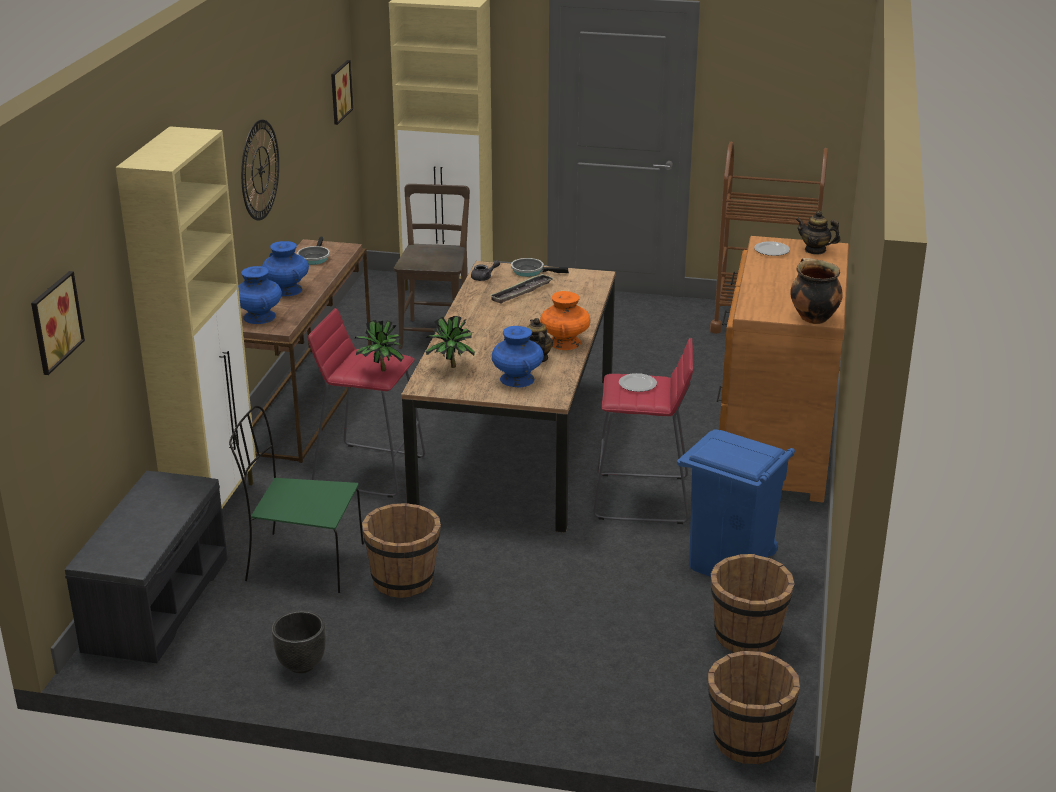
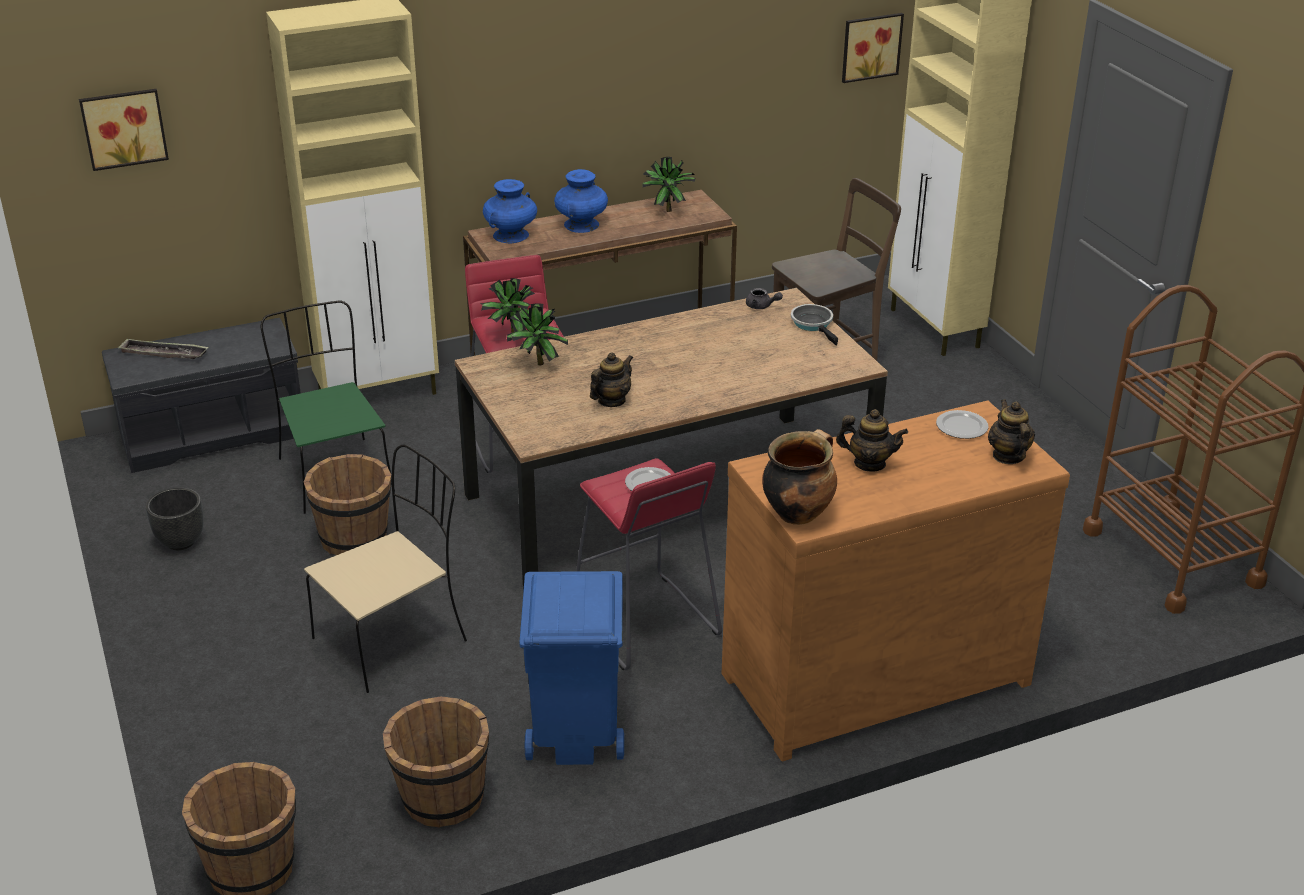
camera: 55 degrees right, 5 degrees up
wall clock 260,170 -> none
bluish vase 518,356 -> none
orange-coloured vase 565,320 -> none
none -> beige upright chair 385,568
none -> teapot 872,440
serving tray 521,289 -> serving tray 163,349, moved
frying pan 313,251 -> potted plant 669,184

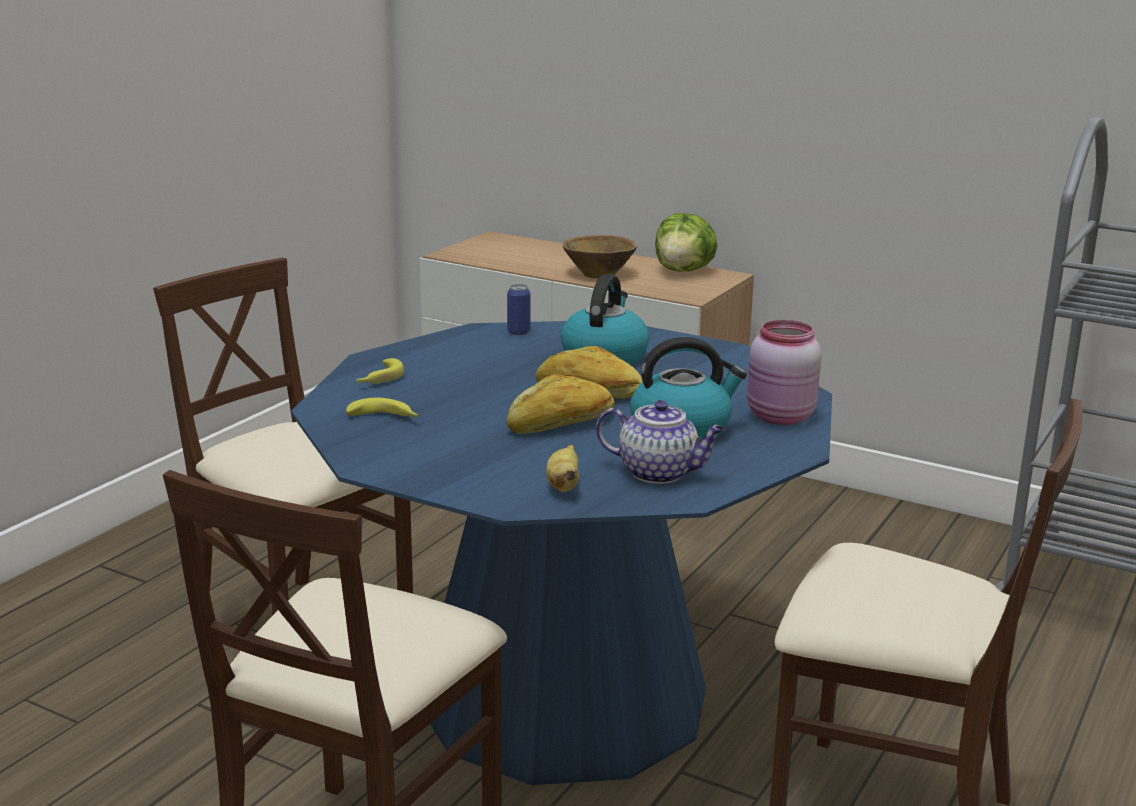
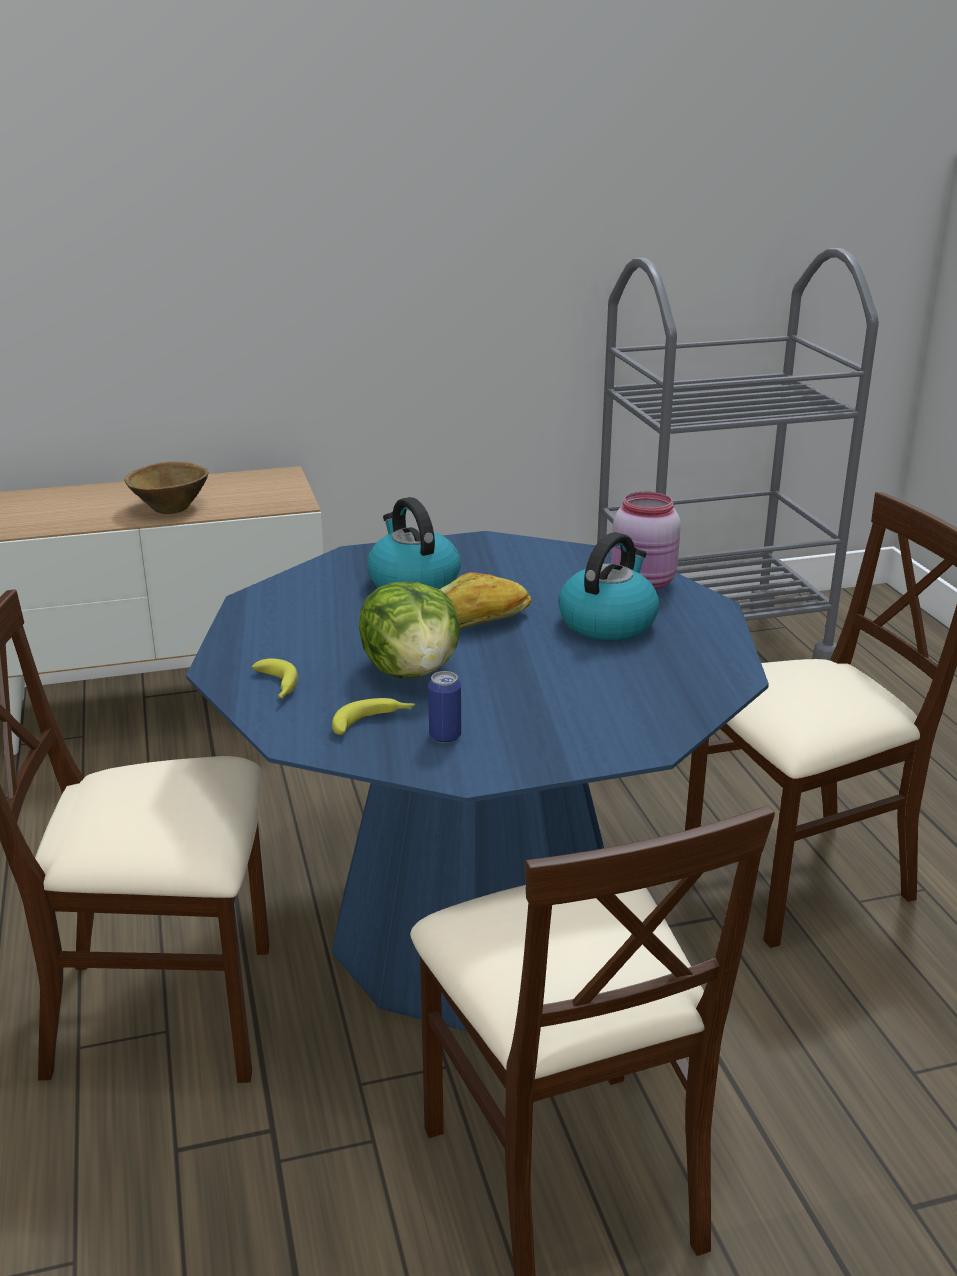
camera: 45 degrees left, 5 degrees up
bakery bread 560,404 -> none
banana fruit 562,468 -> none
teapot 660,442 -> none
metal can 519,310 -> metal can 444,707, moved
lettuce head 686,242 -> lettuce head 409,630, moved

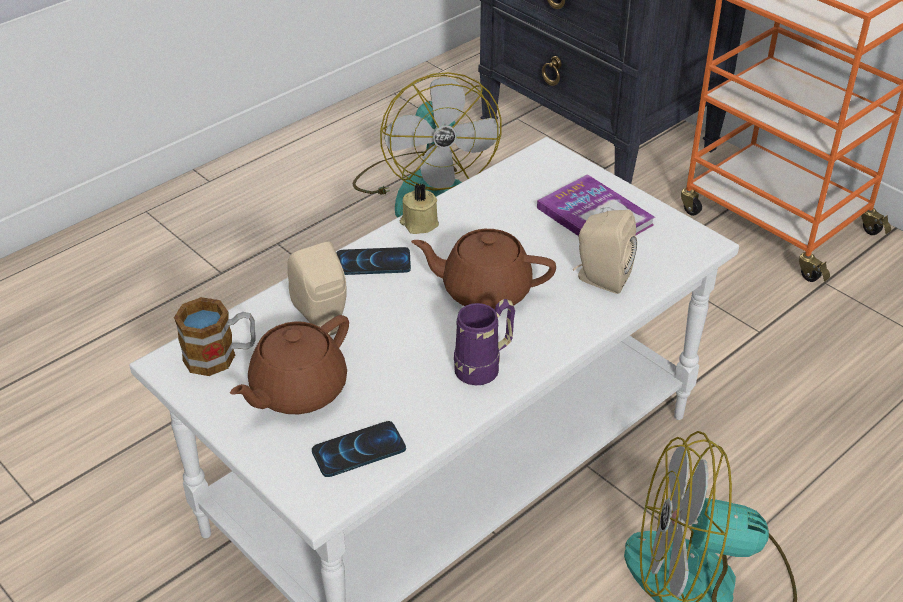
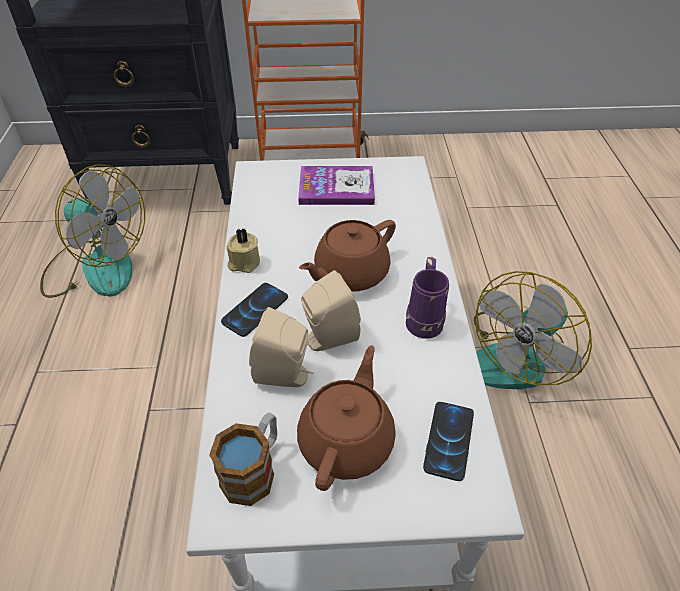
camera: 50 degrees left, 5 degrees up
beige audio speaker 605,252 -> beige audio speaker 331,310, moved
brown teapot 289,364 -> brown teapot 346,418, 150 degrees counterclockwise

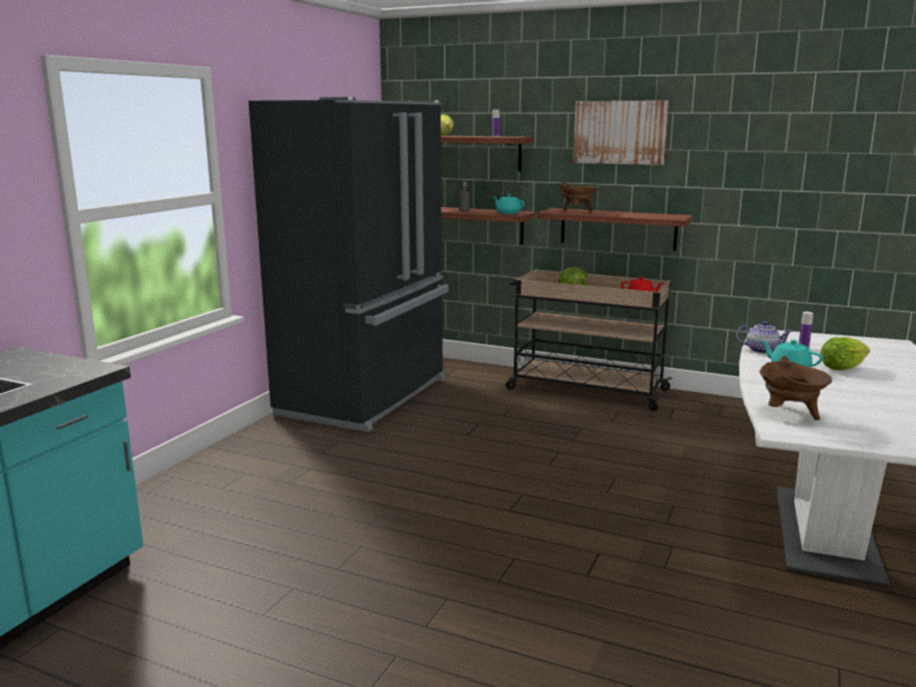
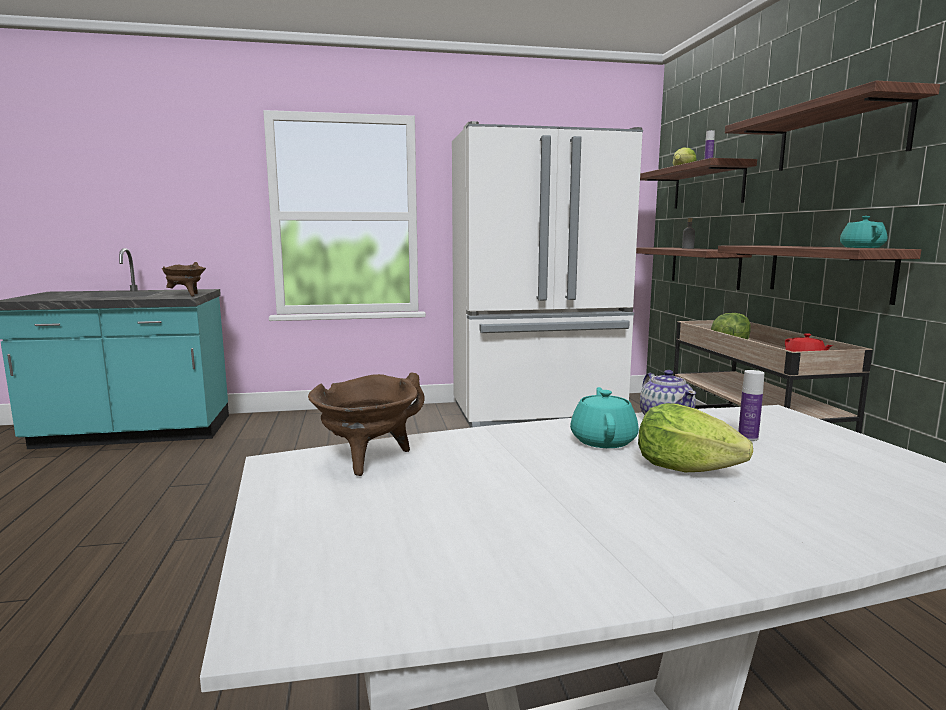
camera: 55 degrees right, 5 degrees down
turquoise-coloured teapot 508,204 -> turquoise-coloured teapot 864,232, moved
brown stockpot 579,196 -> brown stockpot 183,279, moved
wall art 621,132 -> wall shelf 832,126
blackish fridge 349,264 -> white-coloured fridge 547,274

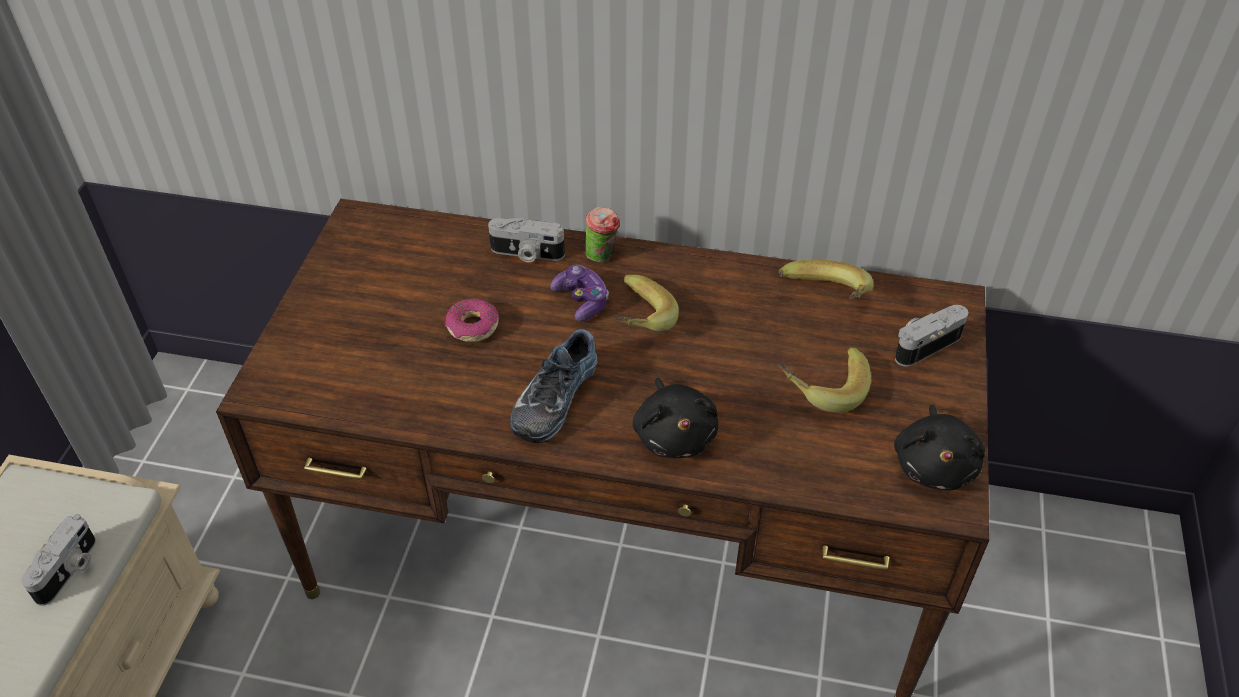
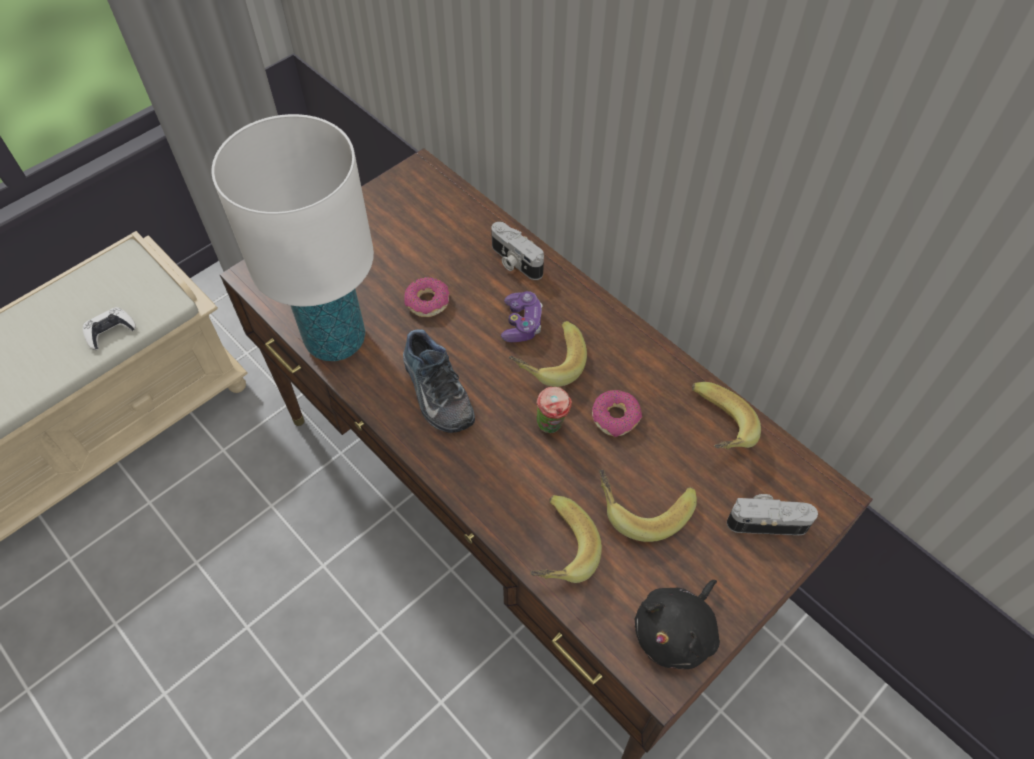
camera: 35 degrees right, 10 degrees up
blackish cuddly toy 675,418 -> none
none -> white-coloured table lamp 292,237
none -> banana fruit 566,539
none -> doughnut 617,413
drinking cup 602,234 -> drinking cup 554,410, moved
still camera 58,560 -> white-coloured joypad 109,328
shoe 553,386 -> shoe 439,381, 90 degrees counterclockwise

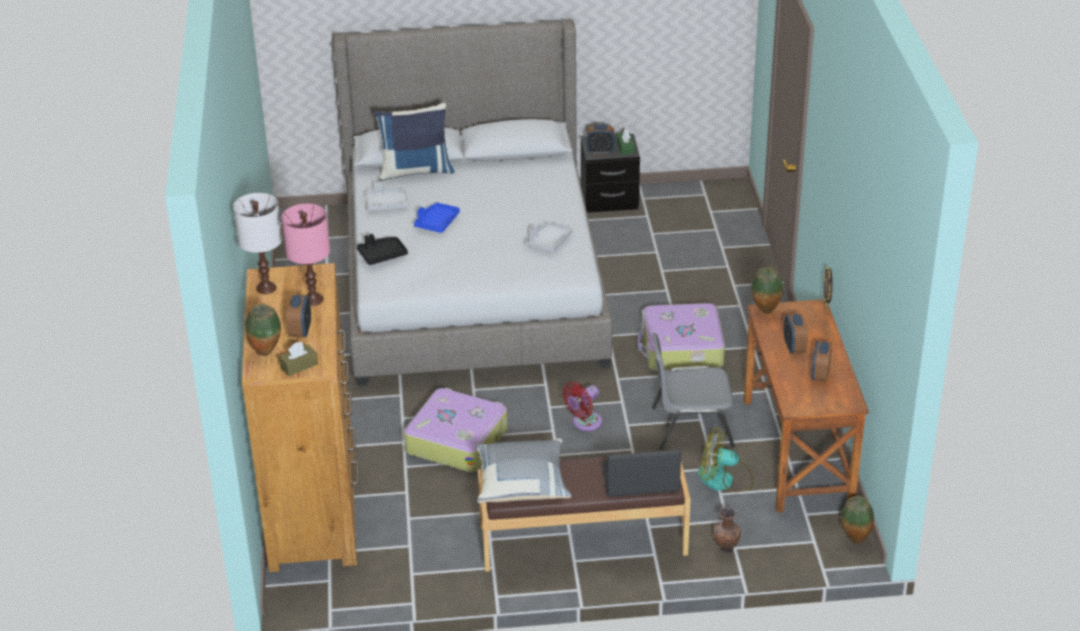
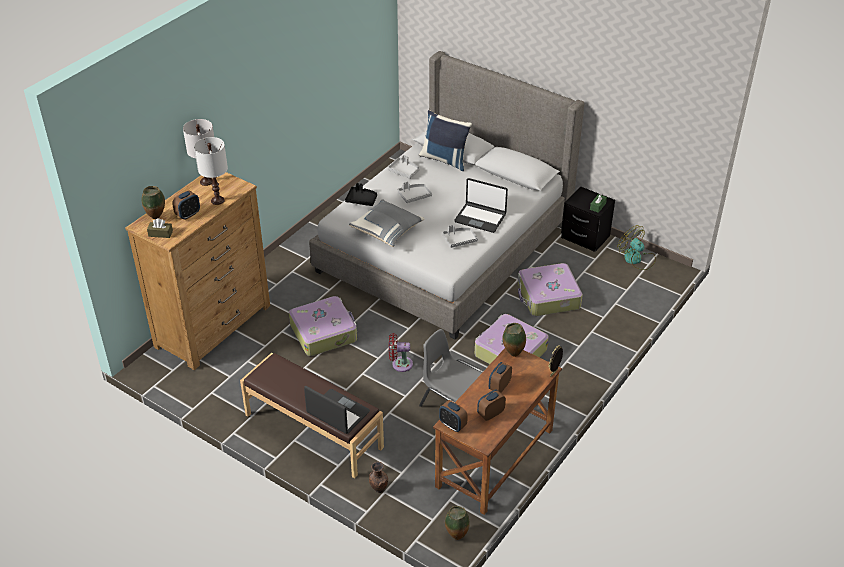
camera: 40 degrees right, 5 degrees up
none -> laptop 481,205
none -> travel case 550,289
grey pillow 524,471 -> grey pillow 386,223, moved
alarm clock 600,140 -> alarm clock 453,416, moved
fan 725,459 -> fan 637,247, moved
pinkish table lamp 305,255 -> white-coloured table lamp 211,171
bluish serving tray 437,218 -> grey serving tray 415,192

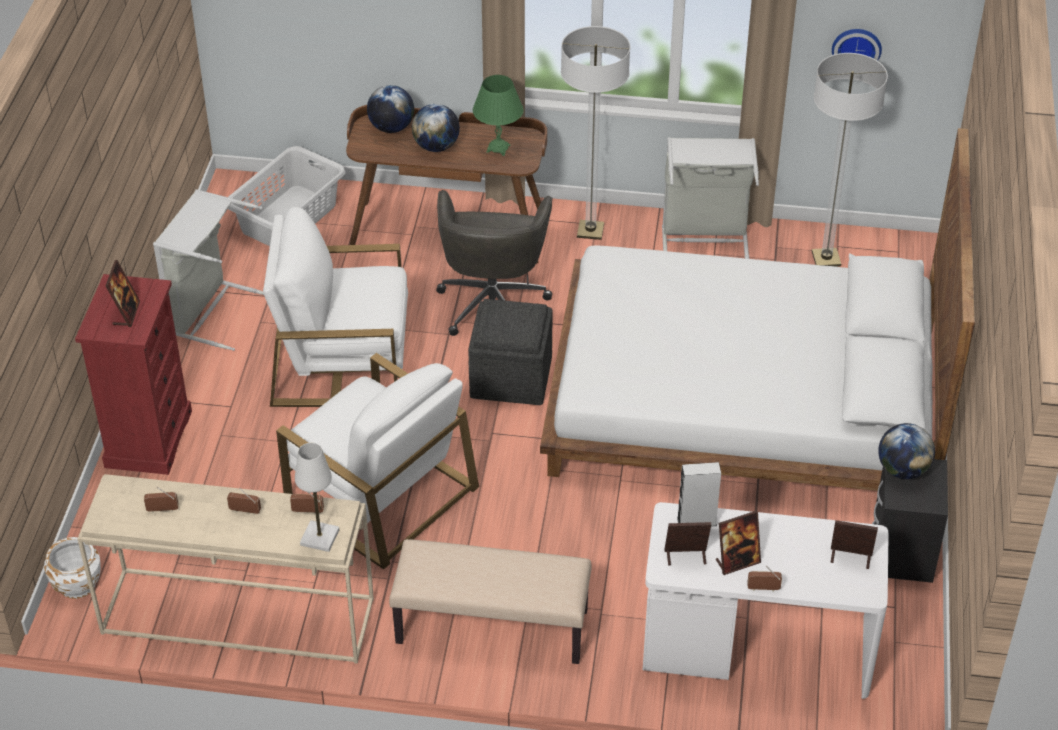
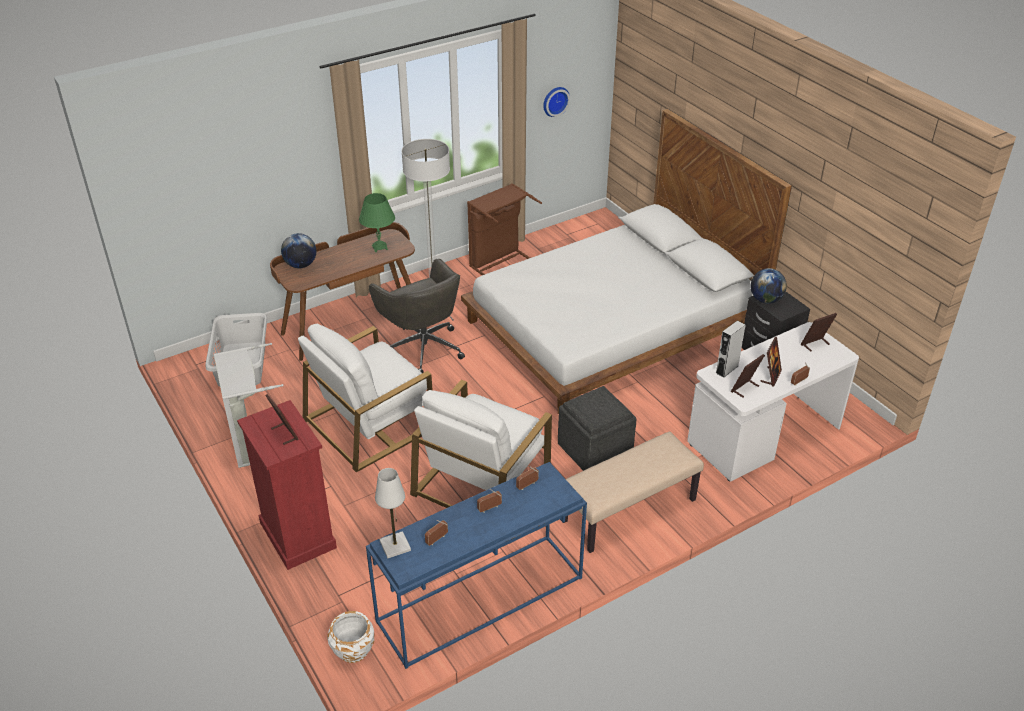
camera: 40 degrees left, 5 degrees down
globe 436,128 -> none
standing lamp 850,160 -> none
white-coloured table lamp 317,497 -> white-coloured table lamp 393,513, moved
grey footrest 510,352 -> grey footrest 597,428, moved
beige hall table 225,569 -> bluish hall table 476,565
grey washing basket 710,198 -> brown washing basket 504,229
white-coloured easy chair 377,461 -> white-coloured easy chair 481,443, 120 degrees clockwise

